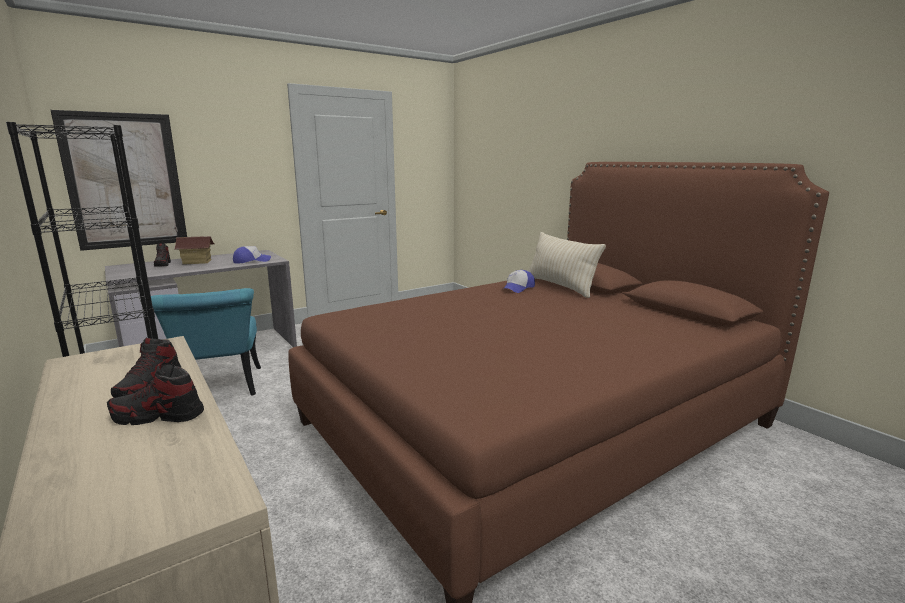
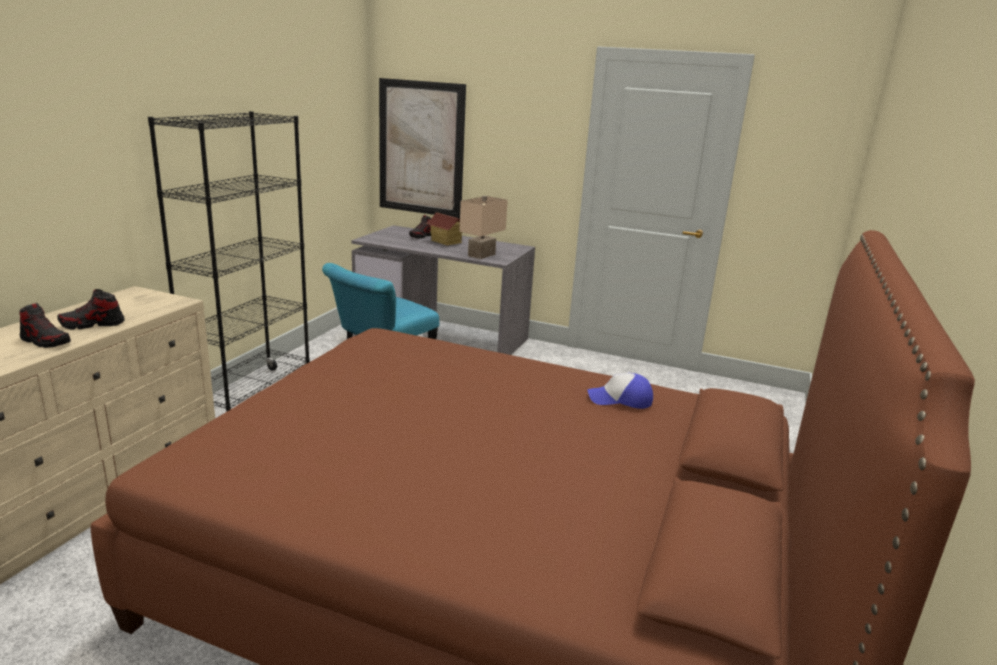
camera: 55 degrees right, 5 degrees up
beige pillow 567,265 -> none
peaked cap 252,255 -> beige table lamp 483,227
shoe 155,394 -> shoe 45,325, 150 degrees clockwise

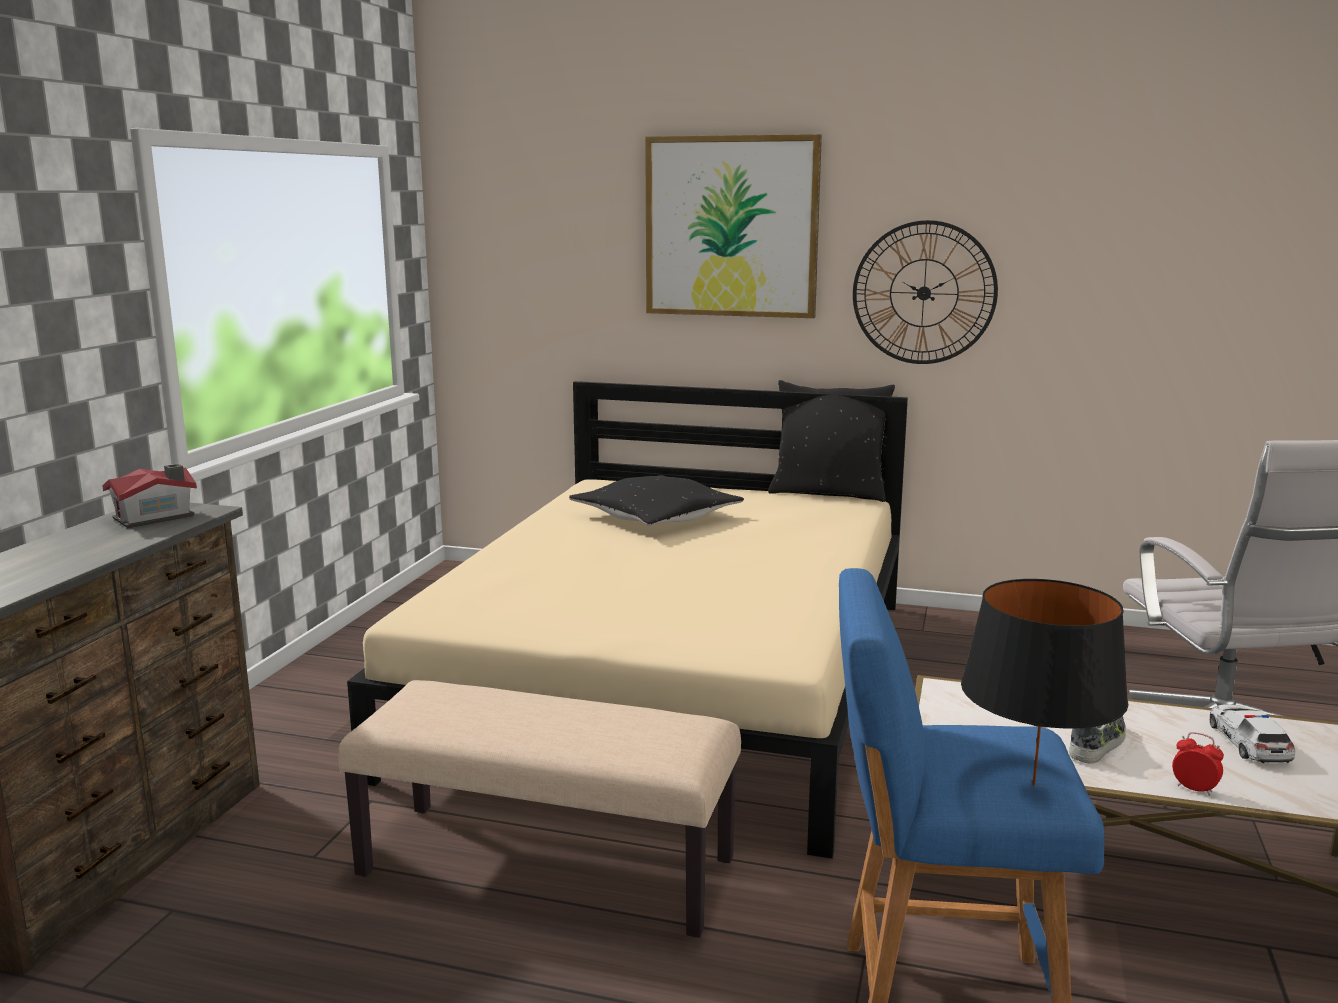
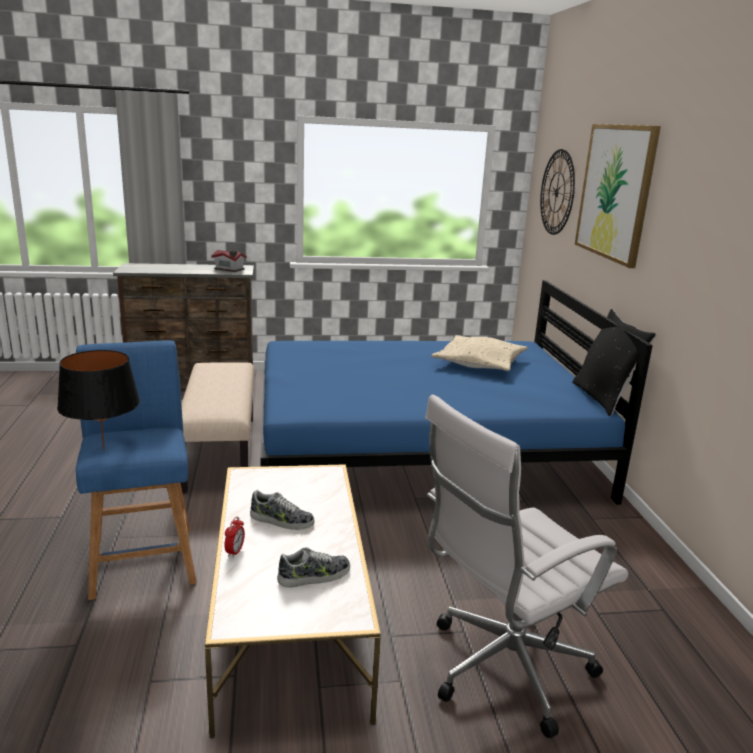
camera: 65 degrees right, 5 degrees up
wall clock 925,292 -> wall clock 557,192, moved
model car 1252,733 -> shoe 313,567
beige bedroom bed 627,620 -> bluish bedroom bed 456,392
blackish pillow 656,500 -> beige pillow 479,353

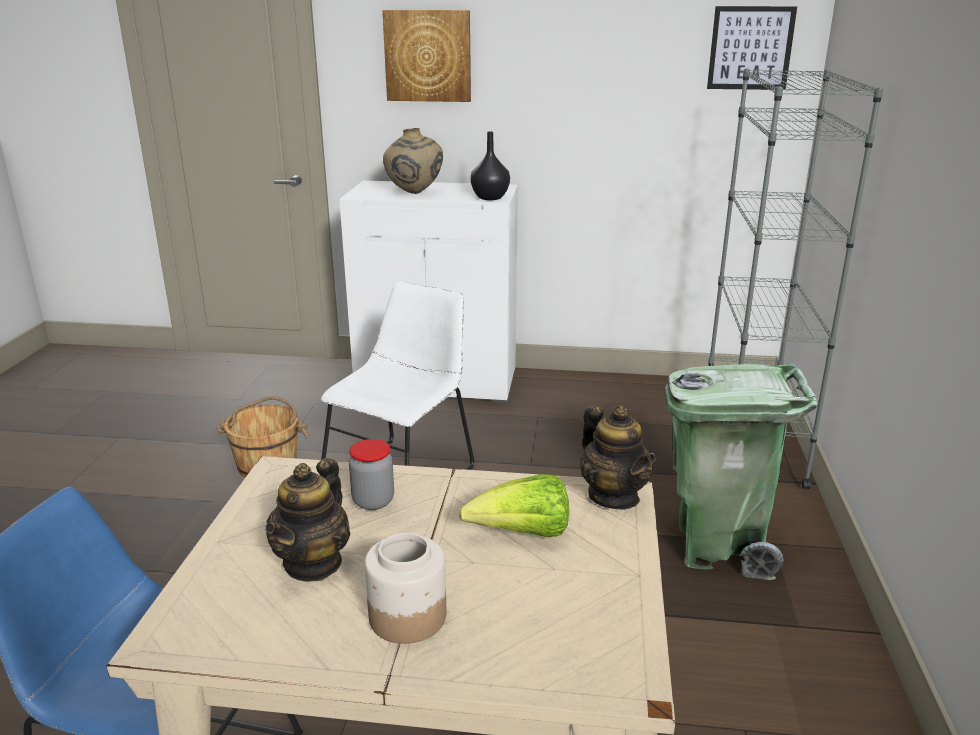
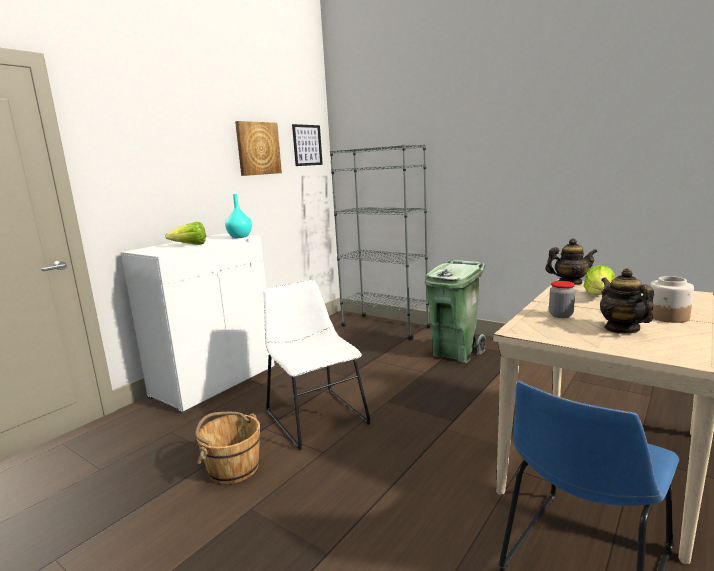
camera: 60 degrees left, 10 degrees down
wall art 426,56 -> wall art 258,148, moved
beige vase 413,161 -> lettuce head 185,233
blackish vase 490,165 -> turquoise-coloured vase 238,216
teapot 308,520 -> teapot 627,301, 150 degrees counterclockwise

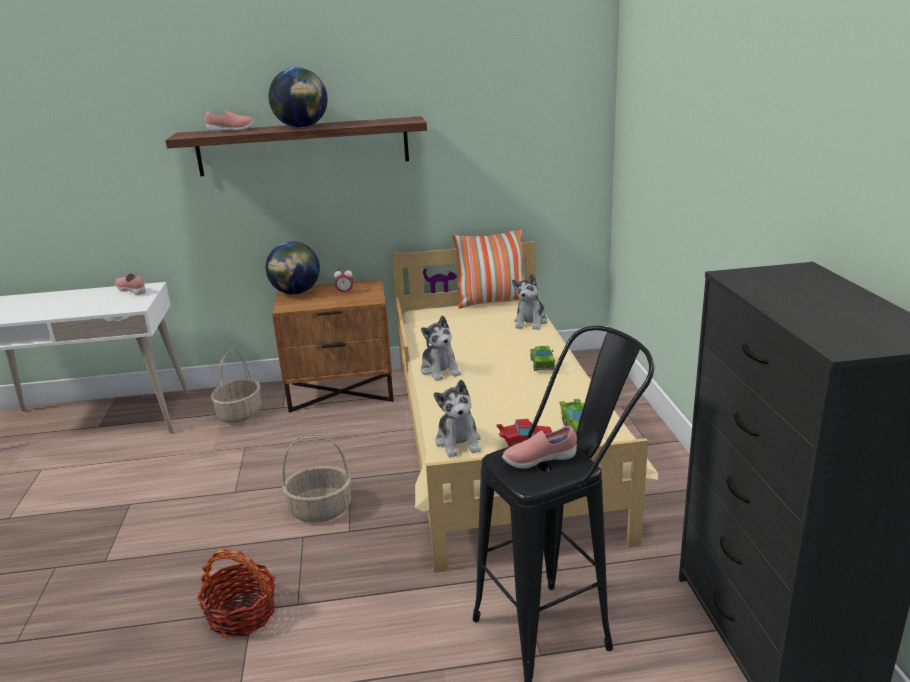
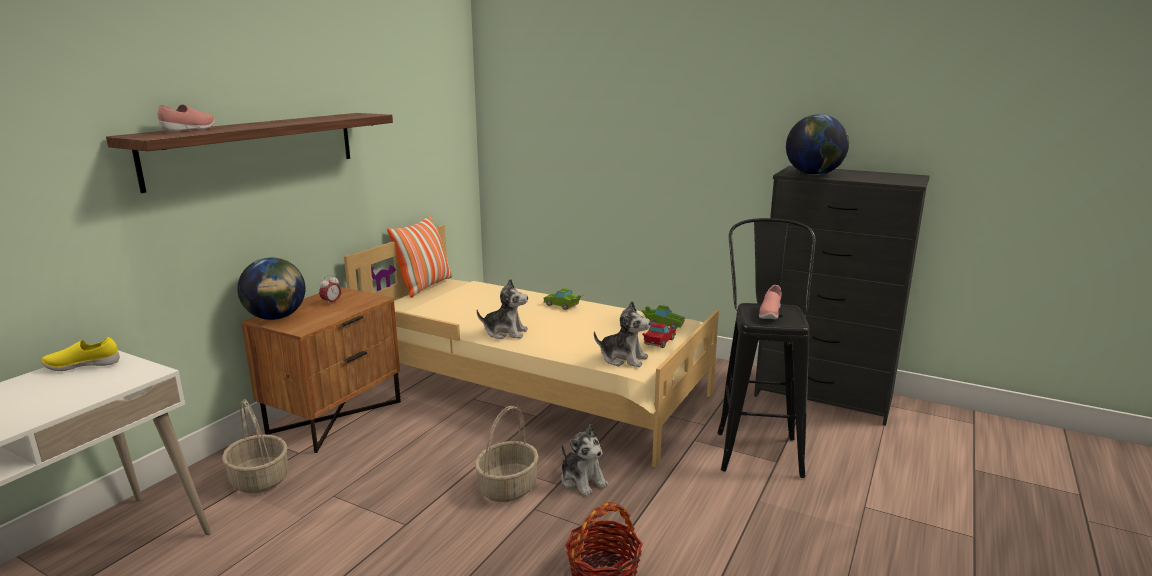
camera: 55 degrees left, 5 degrees down
globe 298,97 -> globe 817,144, moved
cuddly toy 530,302 -> cuddly toy 584,460, moved
pinkish shoe 130,284 -> yellow shoe 80,354

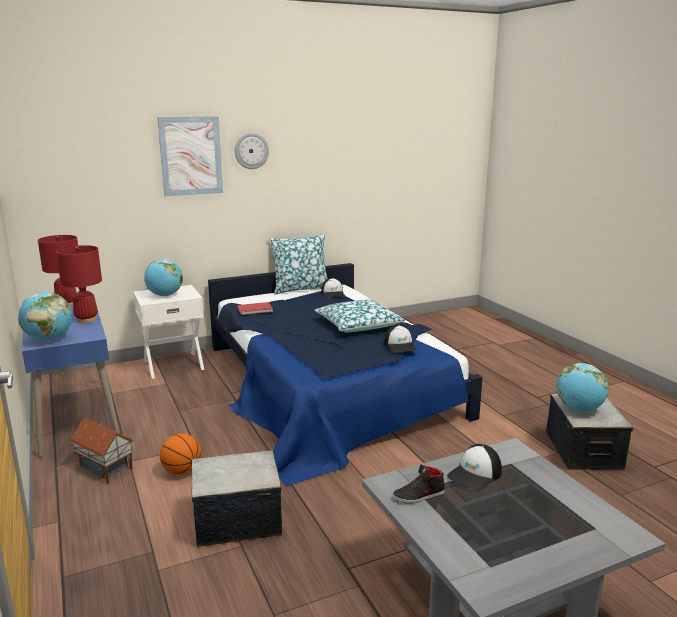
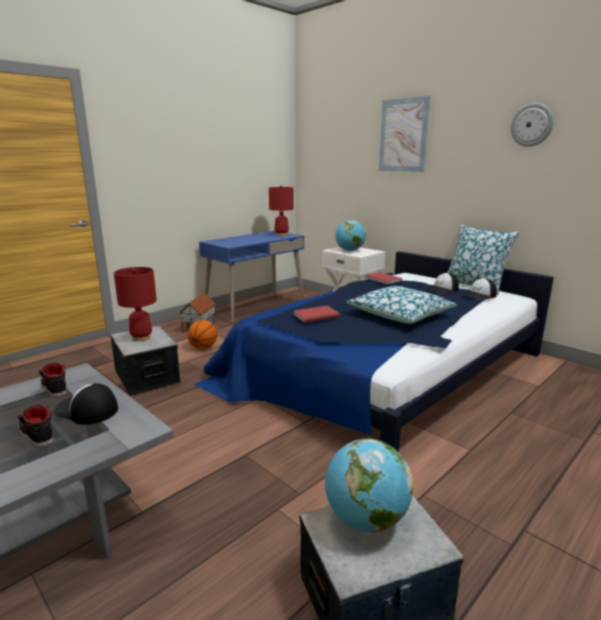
camera: 70 degrees right, 0 degrees up
globe 45,316 -> none
none -> blackish shoe 36,426
none -> red bound book 316,314
red table lamp 79,284 -> red table lamp 135,304, moved
wall clock 252,151 -> wall clock 532,125, moved
peaked cap 400,338 -> peaked cap 442,283, moved

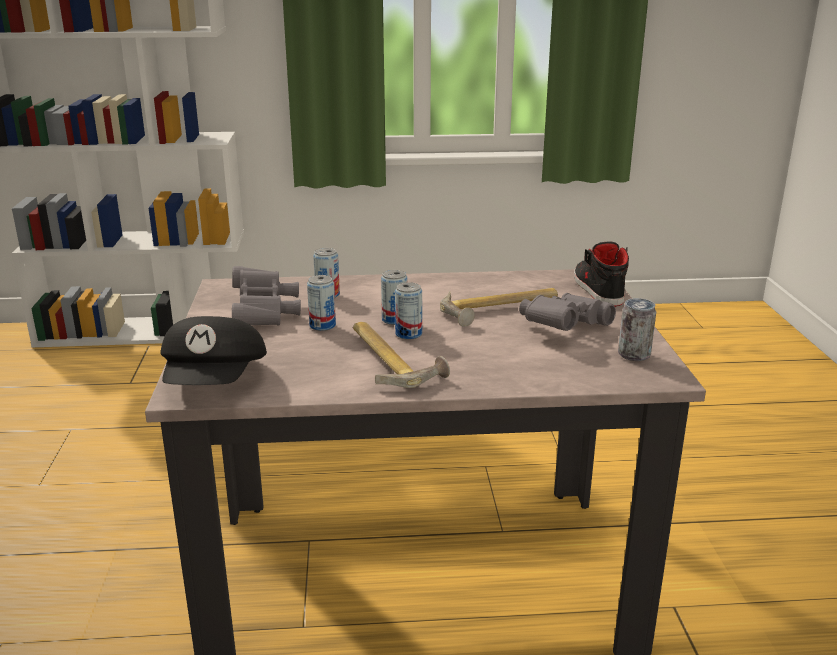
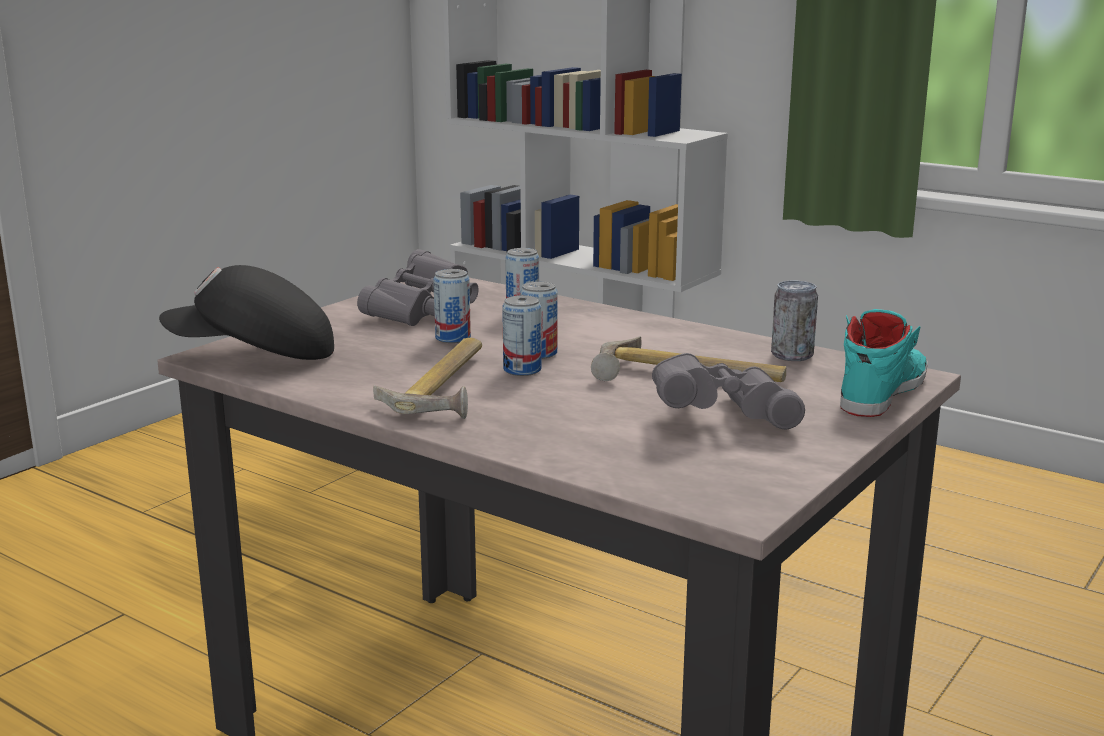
camera: 40 degrees right, 5 degrees down
metal can 637,329 -> metal can 794,321, moved
blackish shoe 601,274 -> turquoise-coloured shoe 884,363
blackish peaked cap 213,350 -> blackish peaked cap 246,312, 45 degrees clockwise

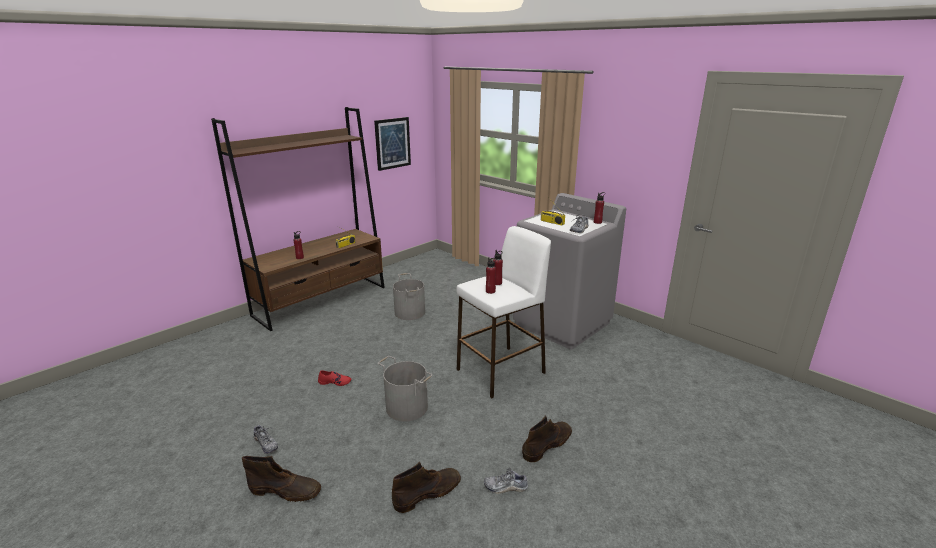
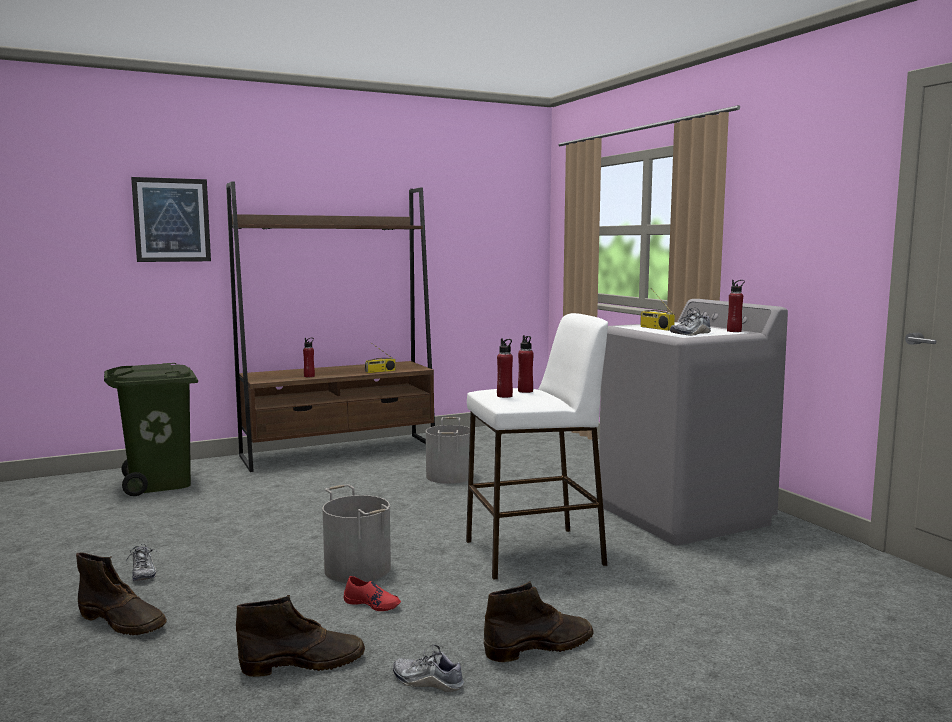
camera: 20 degrees right, 15 degrees down
none -> green-coloured rubbish bin 151,429
red shoe 334,378 -> red shoe 372,593, moved
wall art 392,144 -> wall art 171,219, moved

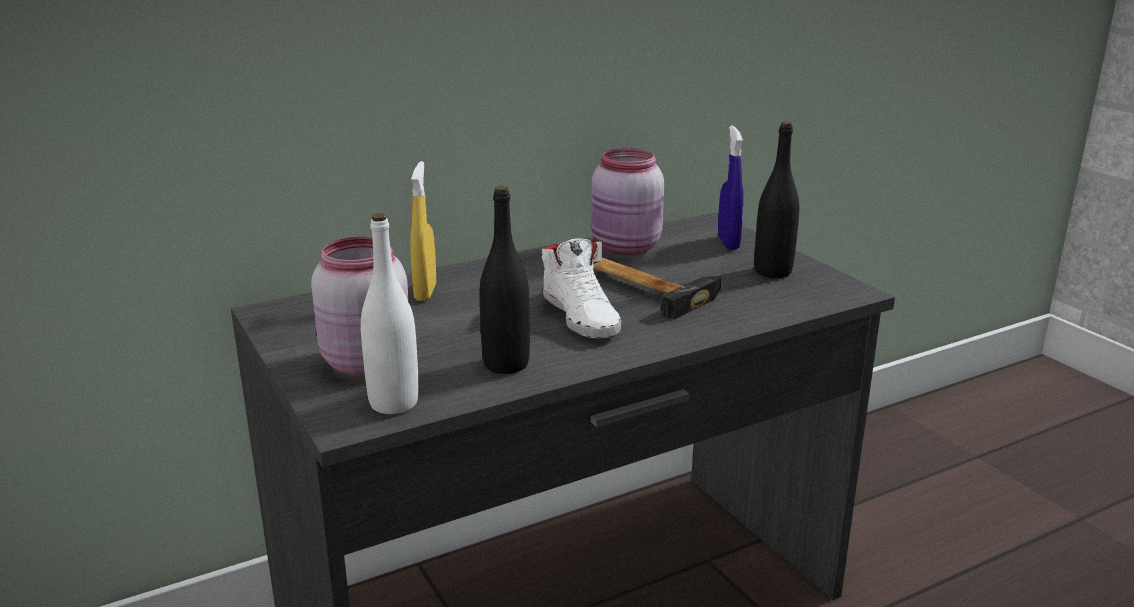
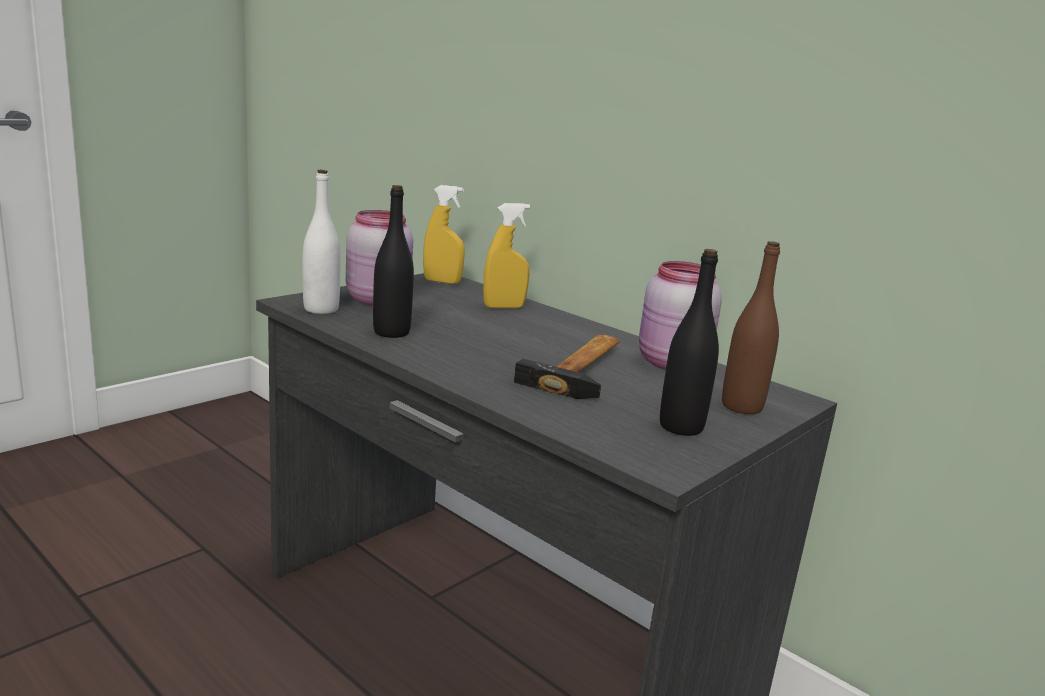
camera: 70 degrees right, 5 degrees down
white-coloured shoe 581,288 -> none
none -> yellow sprayer 444,234
bluish sprayer 731,188 -> brown bottle 751,327

